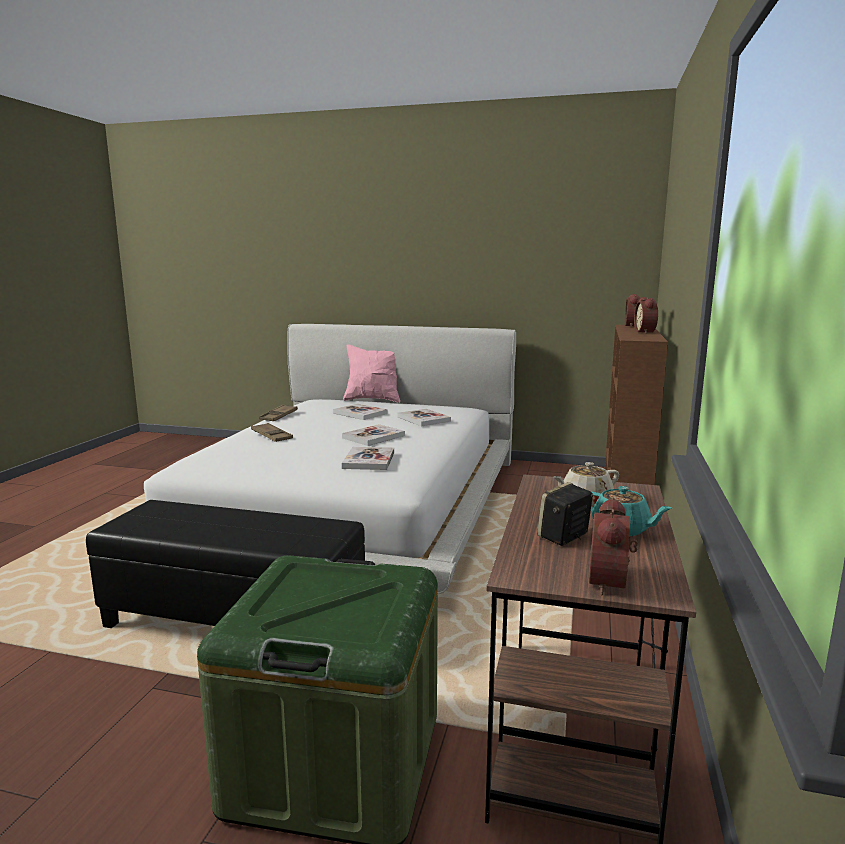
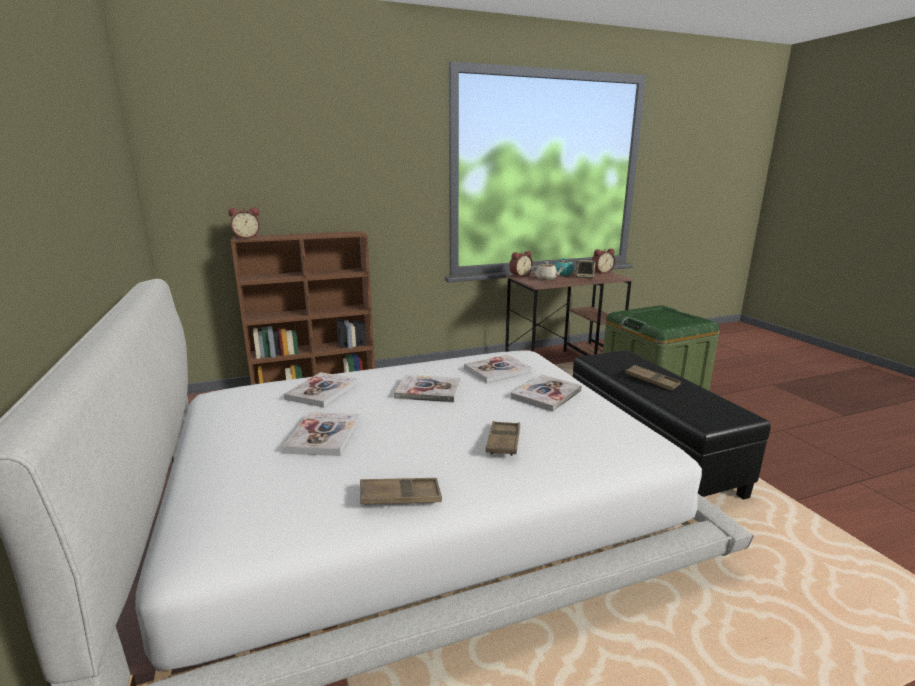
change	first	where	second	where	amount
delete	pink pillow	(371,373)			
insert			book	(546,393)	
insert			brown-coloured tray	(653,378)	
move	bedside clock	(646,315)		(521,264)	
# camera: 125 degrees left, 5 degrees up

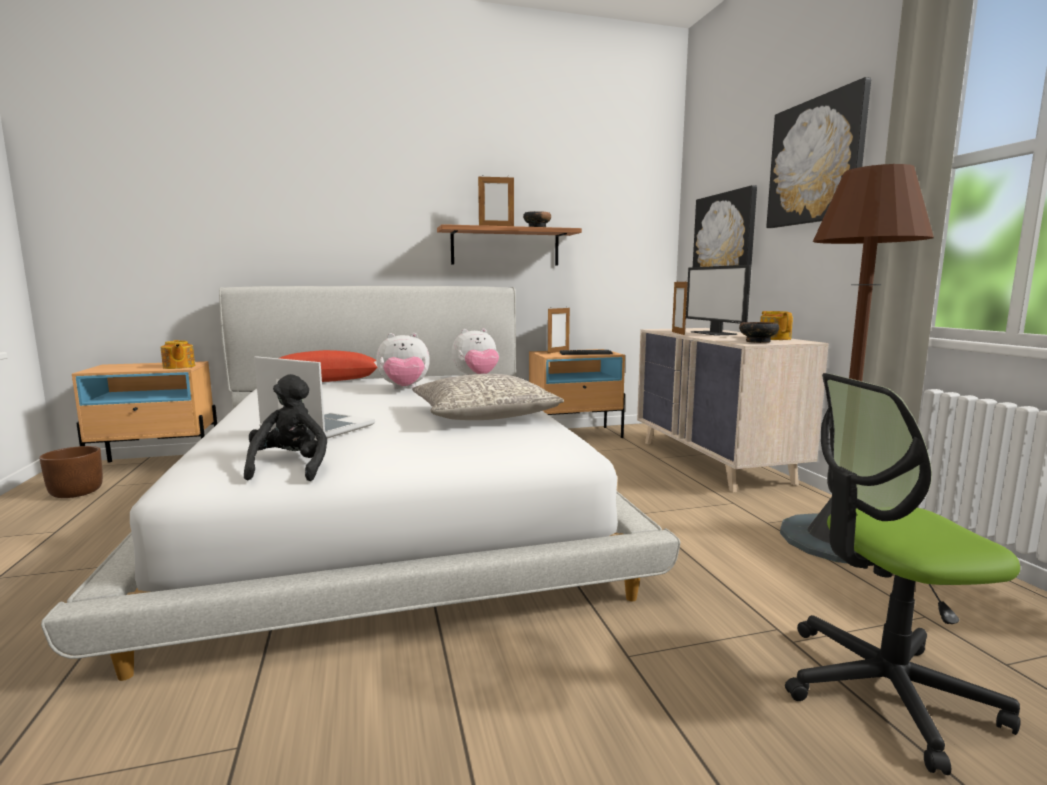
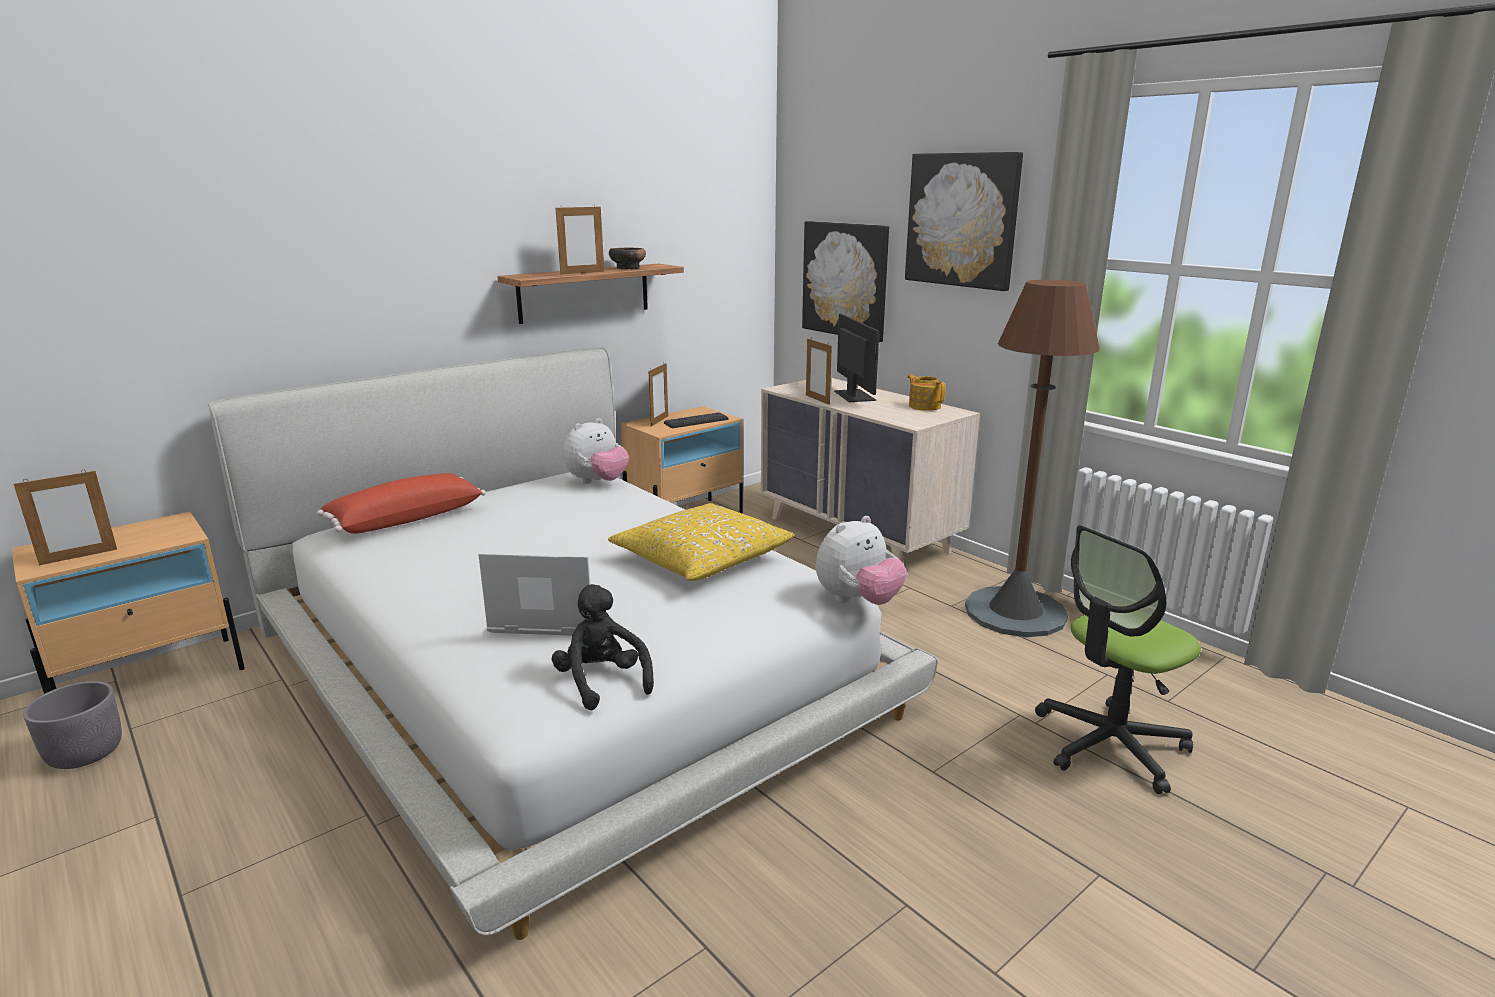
change	first	where	second	where	amount
delete	teapot	(178,354)			
delete	serving bowl	(759,332)			
insert			picture frame	(65,517)	
move	plush toy	(403,361)		(861,560)	
recolor	brown-coloured planter	(71,472)	greyish planter	(72,725)	
recolor	greyish pillow	(488,397)	yellowish pillow	(701,542)	
rotate	computer display	(718,300)		(856,358)	150 degrees counterclockwise
# camera: 25 degrees left, 10 degrees up

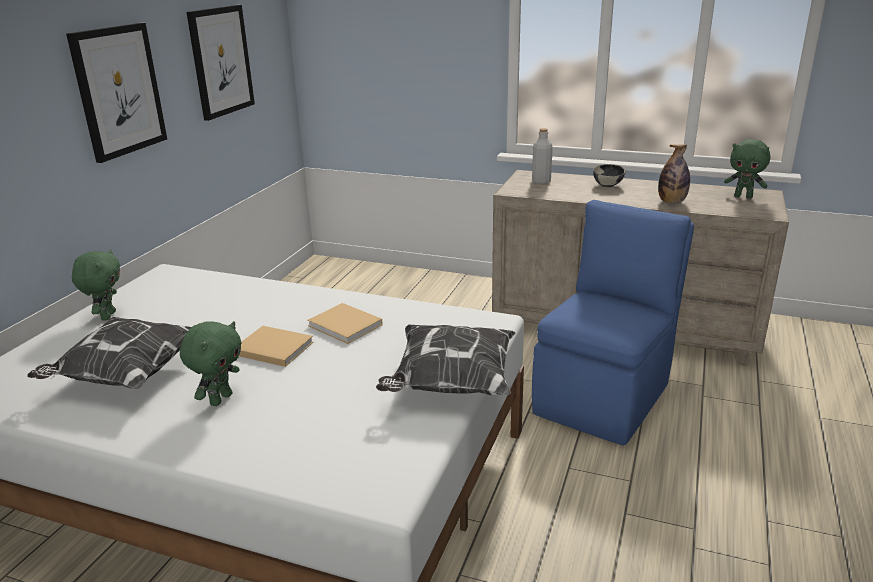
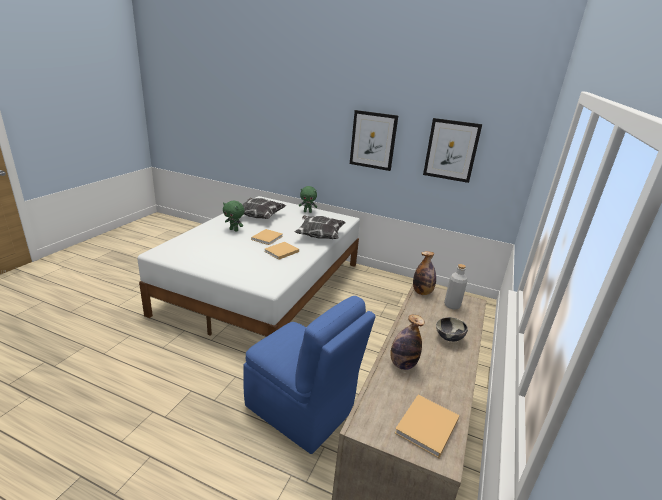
change	first	where	second	where	amount
insert			beverage bottle	(424,273)	
move	pillow	(445,360)		(320,227)	
replace	green plush toy	(747,169)	sand-coloured book	(427,426)	
# camera: 90 degrees right, 0 degrees up

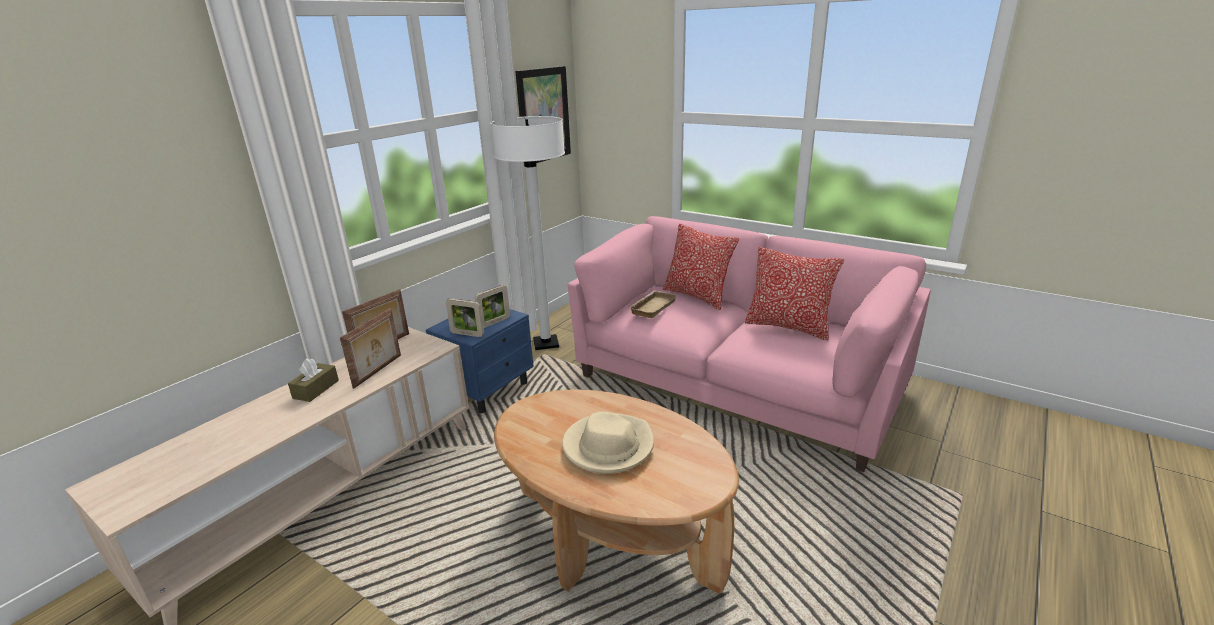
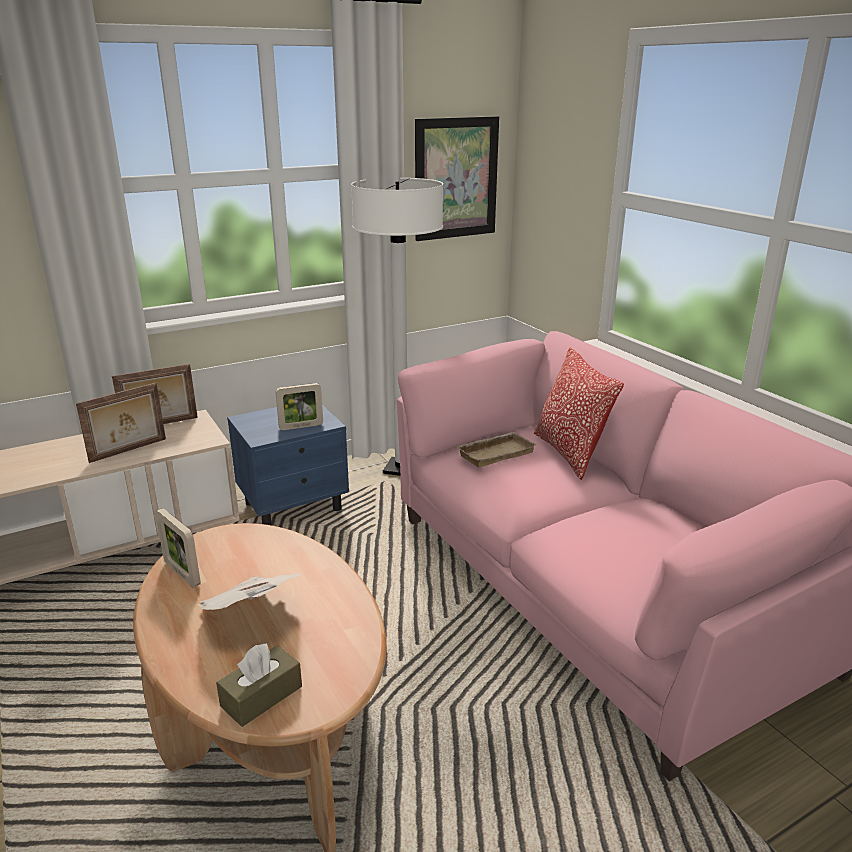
change	first	where	second	where	amount
delete	pillow	(794,294)			
move	brown-coloured box of tissues	(313,380)		(259,685)	
move	picture frame	(465,317)		(178,548)	
replace	sand-coloured hat	(608,443)	daily paper	(250,591)	
# camera: 25 degrees right, 0 degrees up

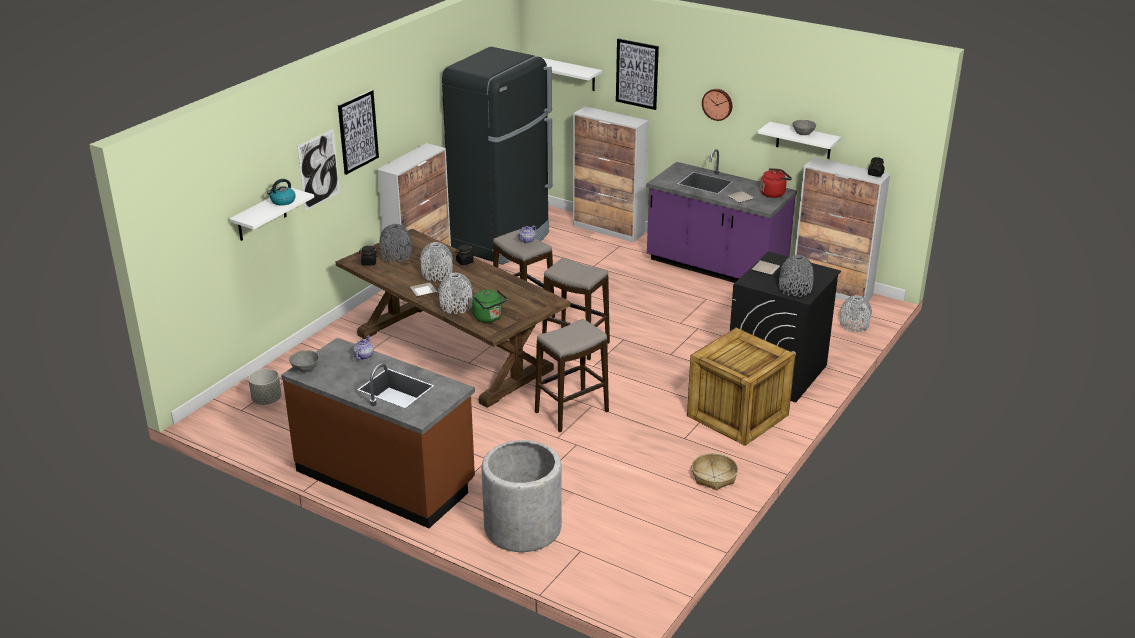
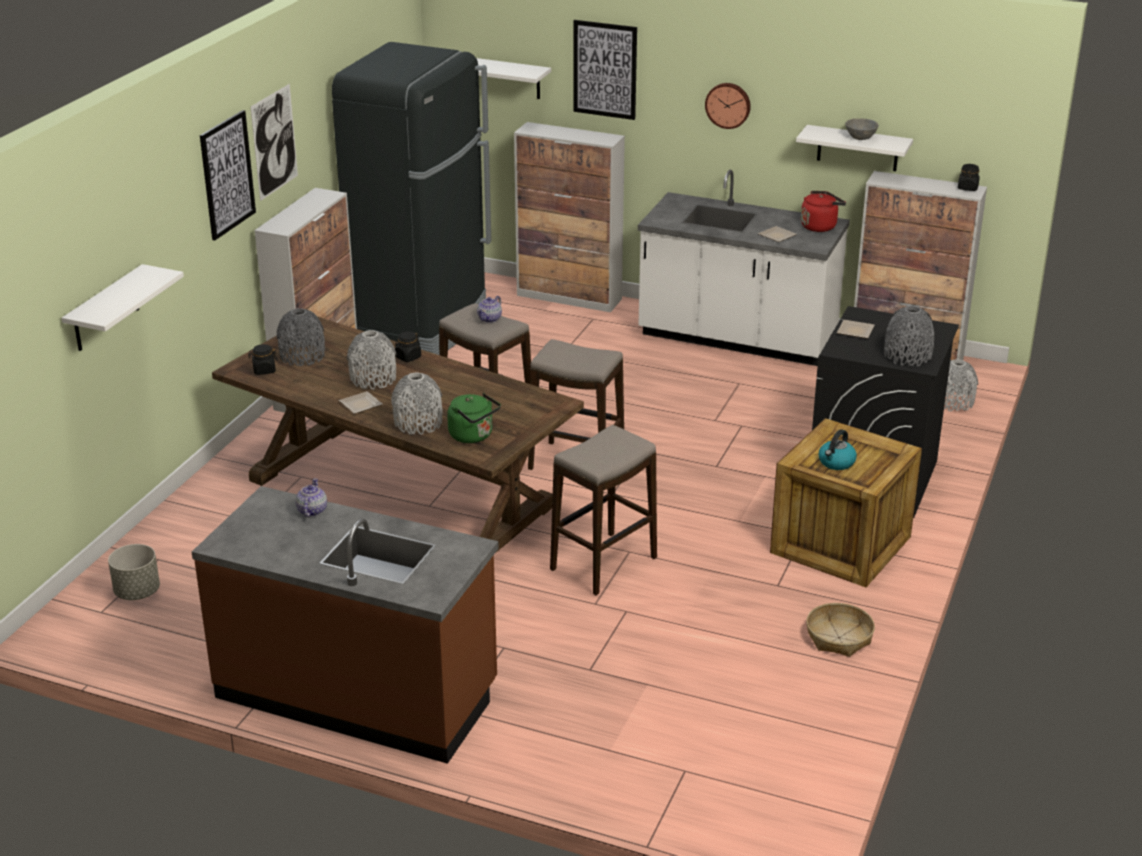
change	first	where	second	where	amount
delete	greyish serving bowl	(304,361)			
delete	greyish planter	(522,496)			
move	water kettle	(281,192)		(837,449)	
move	wall art	(318,170)		(274,142)	
recolor	purple counter	(722,216)	white counter	(744,268)	
# camera: 10 degrees left, 0 degrees up

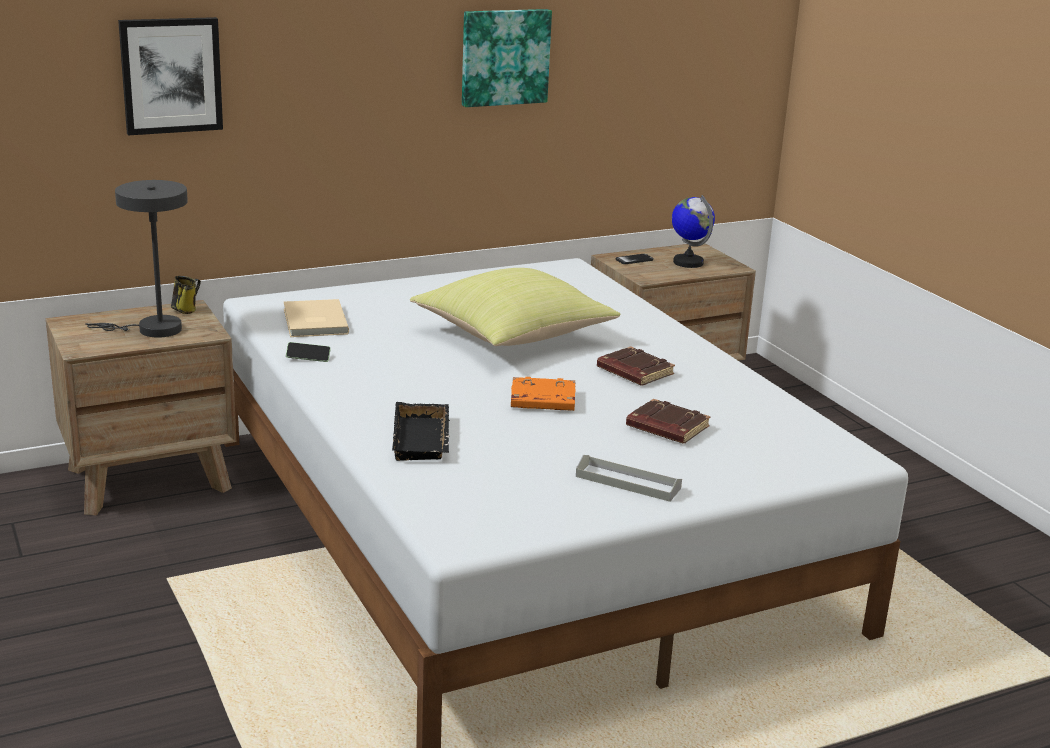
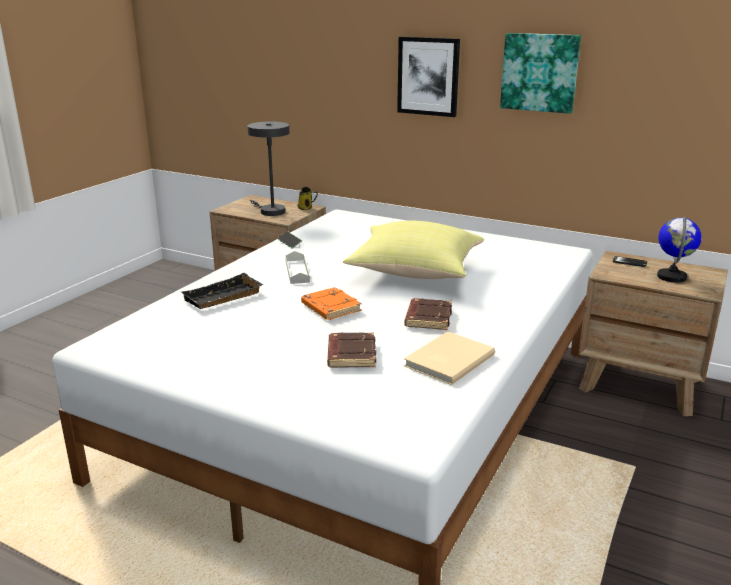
change	first	where	second	where	amount
move	wall art	(170,76)		(428,77)	
move	sand-coloured book	(316,318)		(449,358)	
move	greyish tray	(629,478)		(297,267)	
# camera: 55 degrees right, 0 degrees up

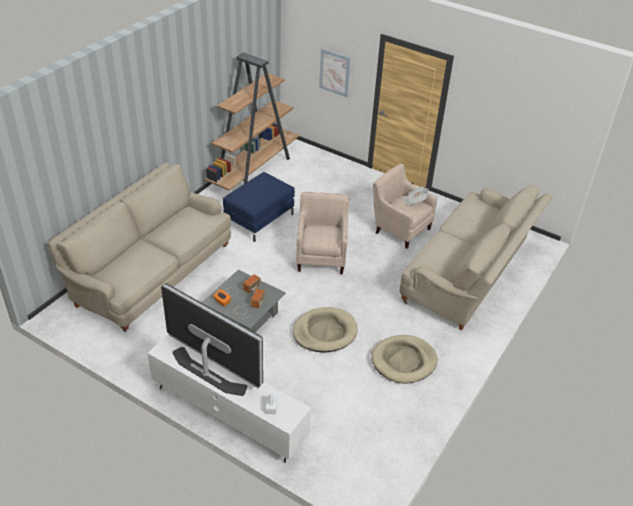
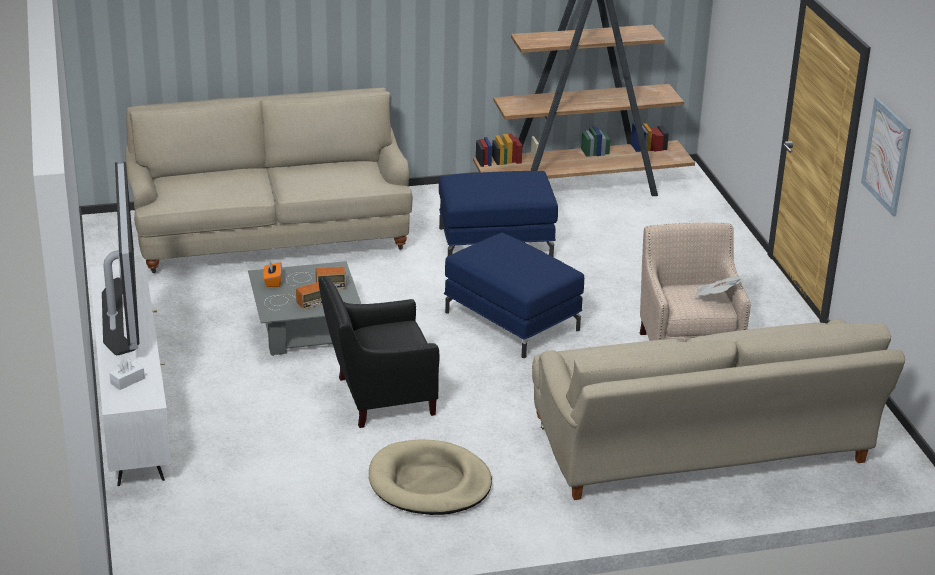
change	first	where	second	where	amount
move	wall art	(335,73)		(886,156)	
replace	sand-coloured dog cushion	(325,330)	black lounge chair	(379,352)	
replace	sand-coloured lounge chair	(322,233)	bluish ottoman	(514,295)	
# camera: 45 degrees right, 10 degrees down

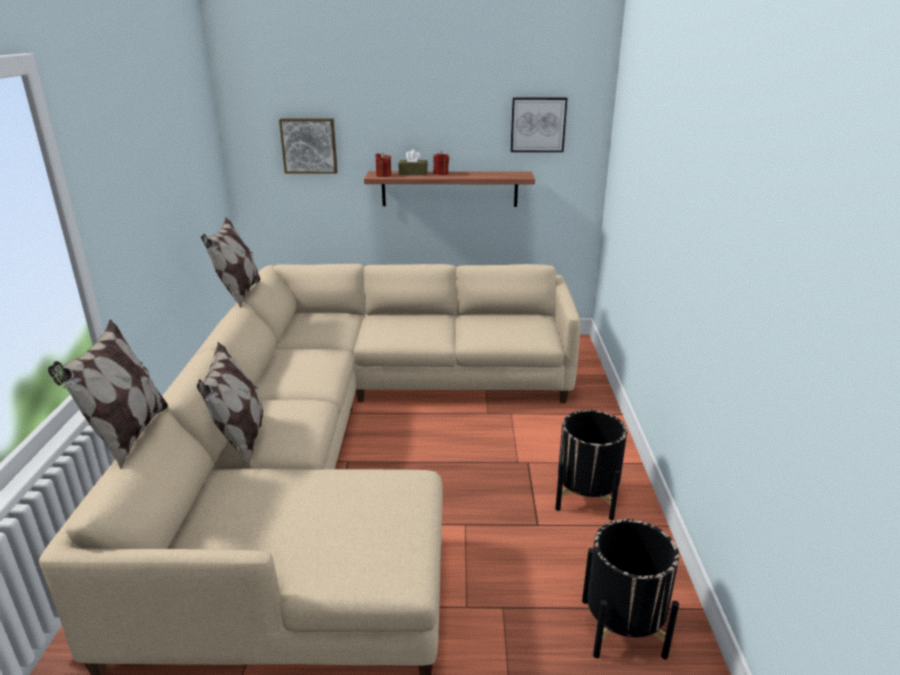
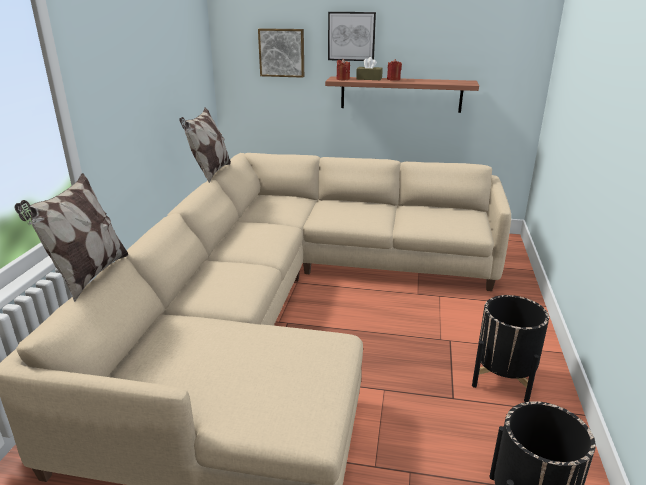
change	first	where	second	where	amount
delete	pillow	(230,404)			
move	wall art	(539,125)		(352,36)	
# camera: 10 degrees right, 0 degrees up

